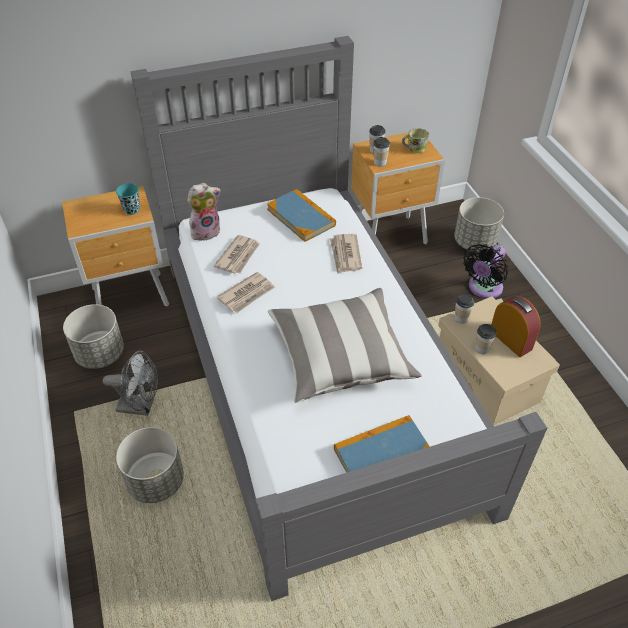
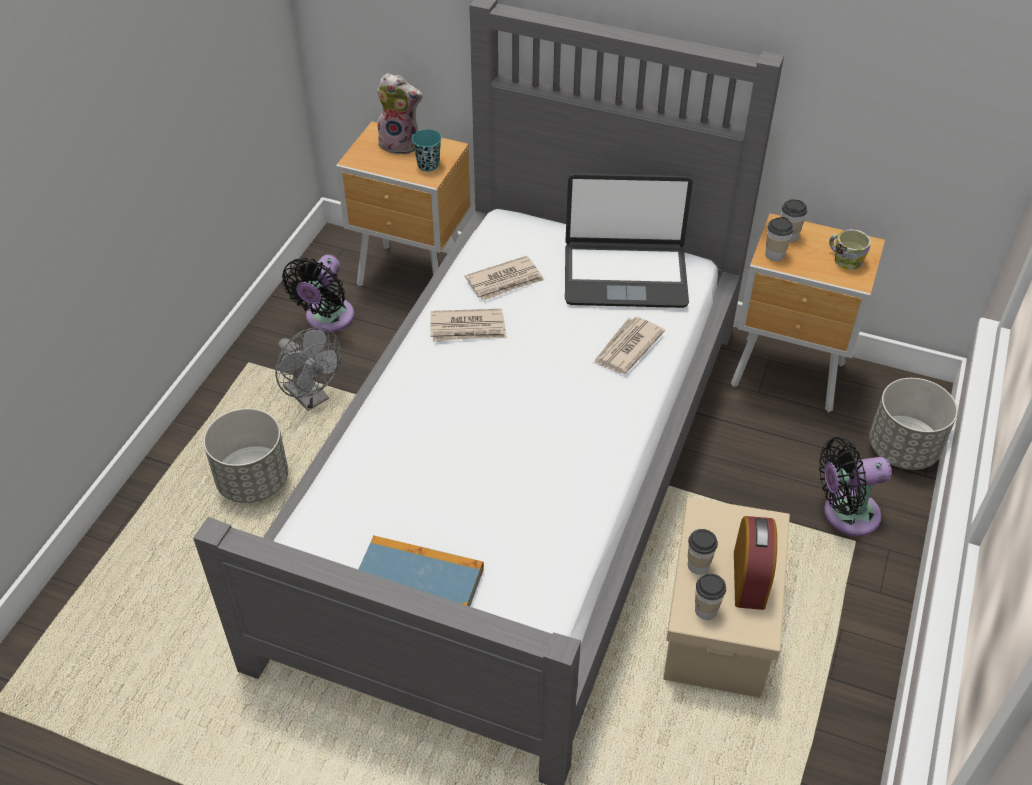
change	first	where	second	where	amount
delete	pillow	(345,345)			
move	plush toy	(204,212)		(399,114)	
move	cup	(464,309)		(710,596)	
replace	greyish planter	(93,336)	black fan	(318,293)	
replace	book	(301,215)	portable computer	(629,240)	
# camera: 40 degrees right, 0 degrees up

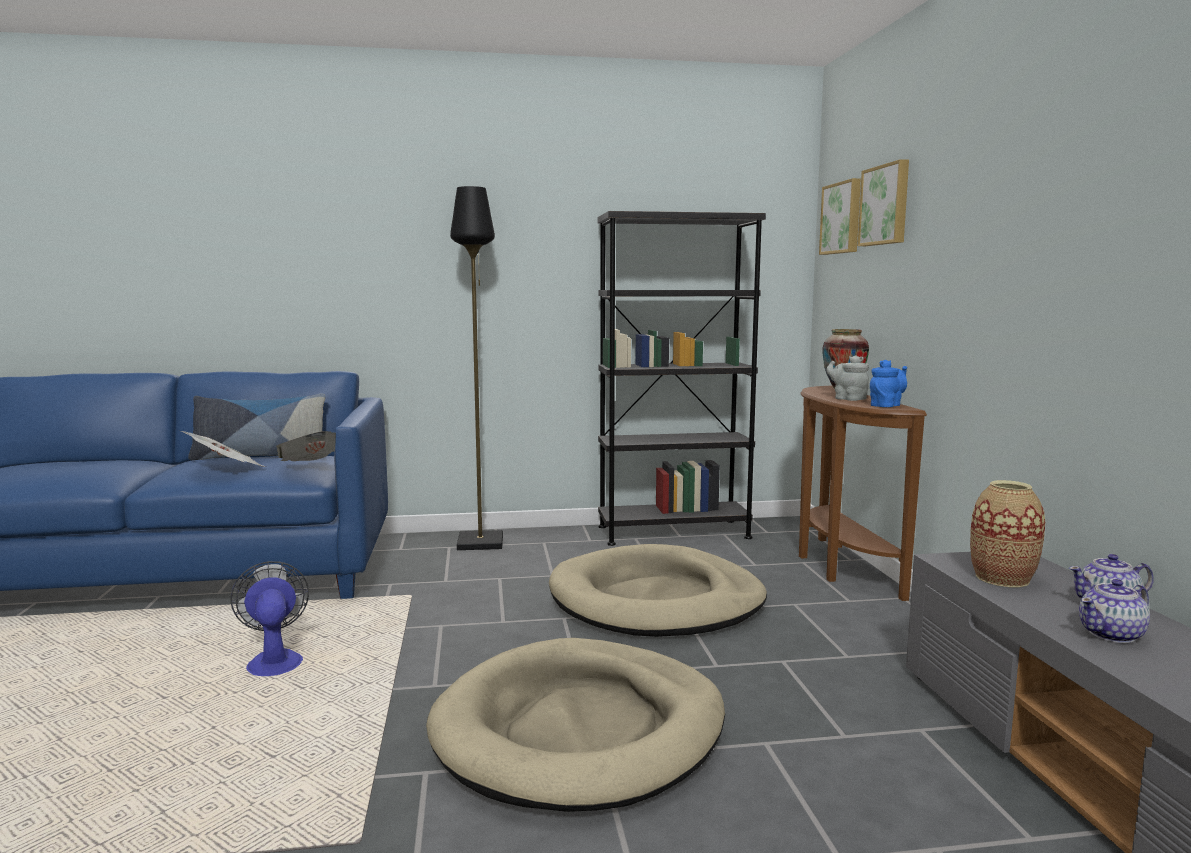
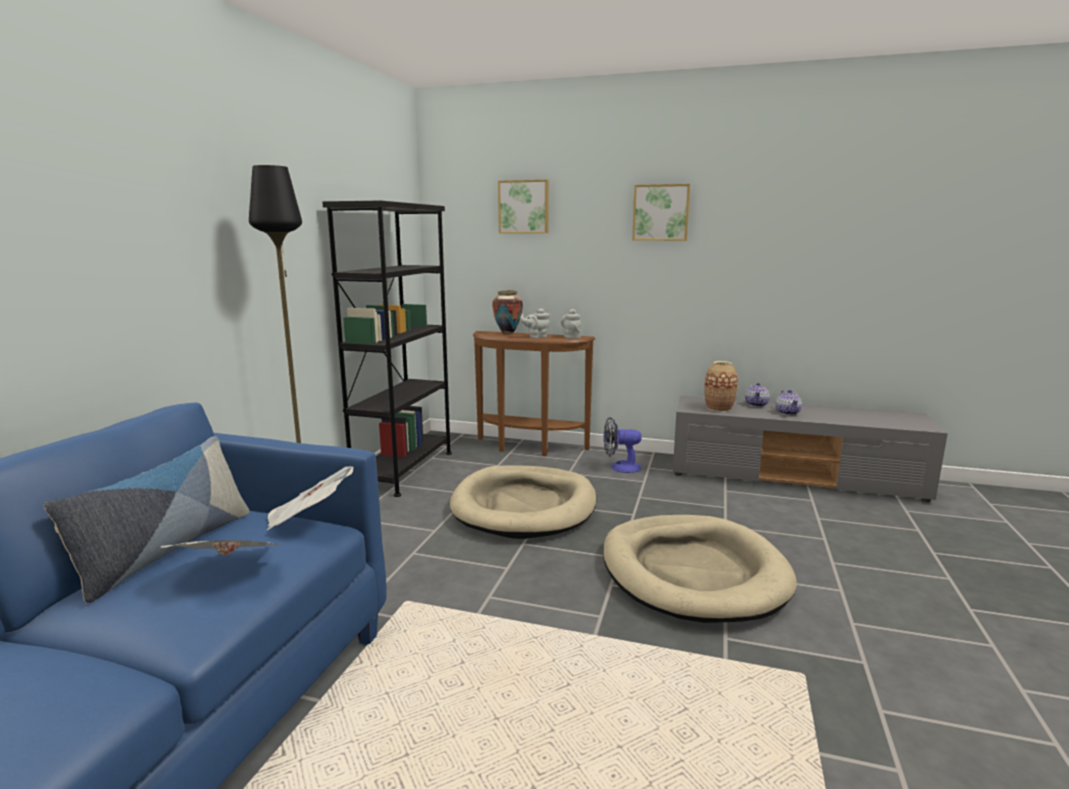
change	first	where	second	where	amount
move	fan	(269,618)		(623,445)	
move	wall art	(840,216)		(661,212)	
recolor	bluish teapot	(888,383)	greyish teapot	(571,324)	
# camera: 65 degrees left, 5 degrees up

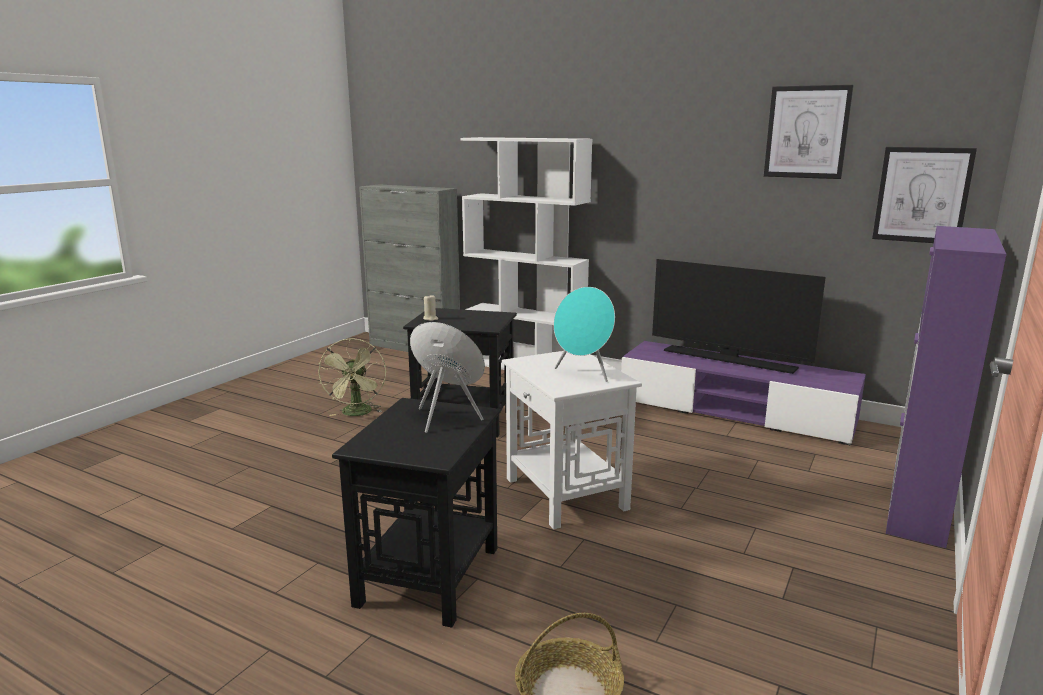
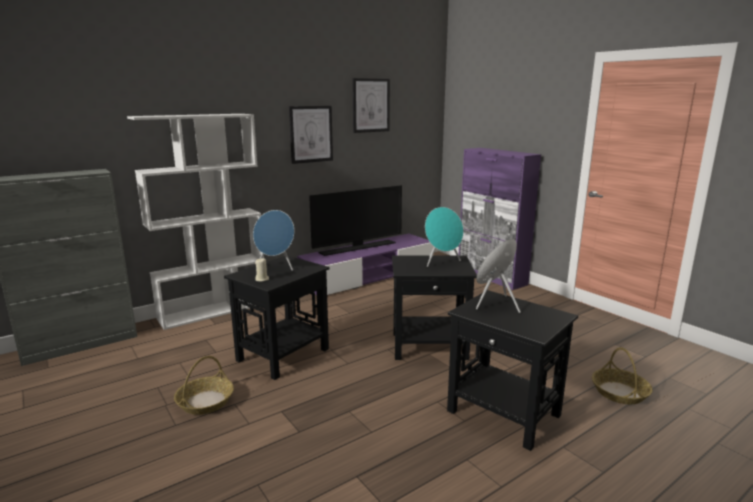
change	first	where	second	where	amount
insert			bluish loudspeaker	(273,240)	
move	wall art	(924,195)		(311,135)	
replace	green fan	(352,377)	household basket	(204,385)	
recolor	white end table	(572,440)	black end table	(434,307)	
# camera: 65 degrees left, 0 degrees up

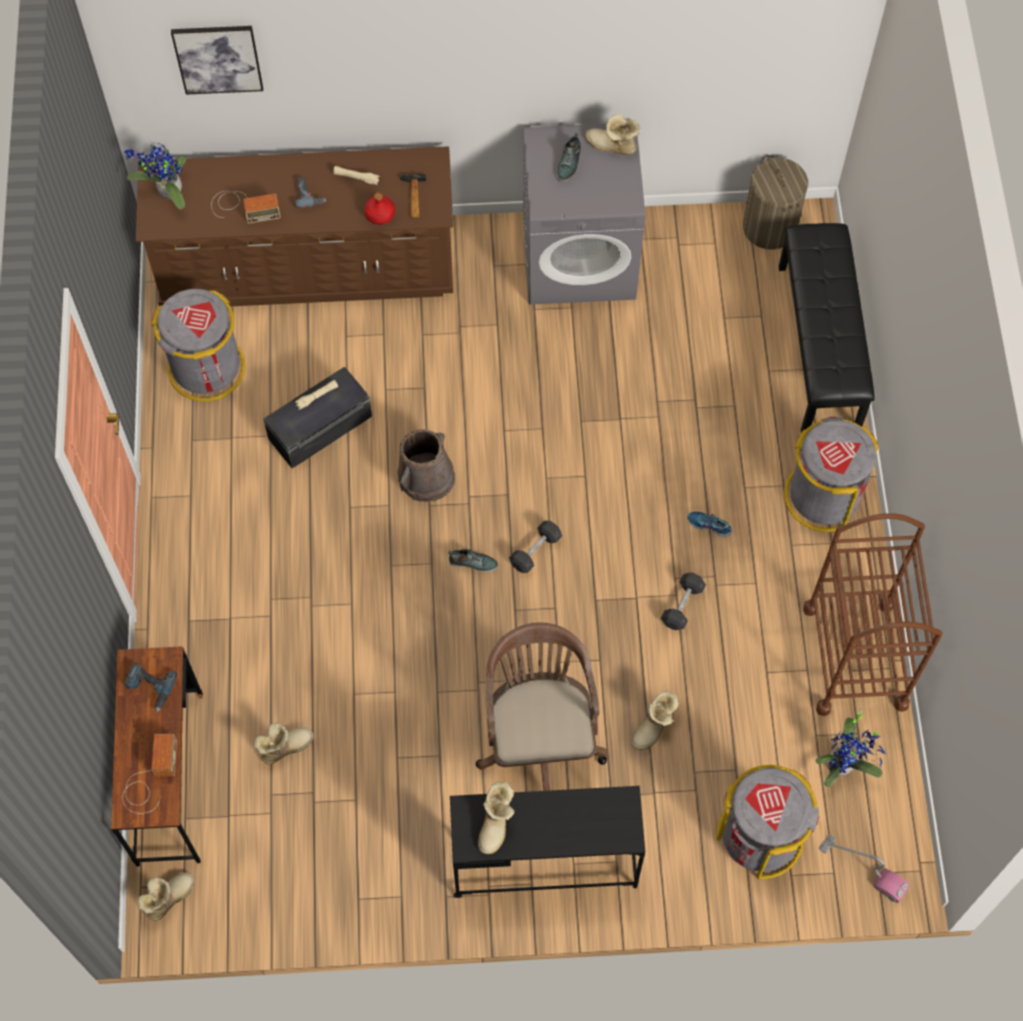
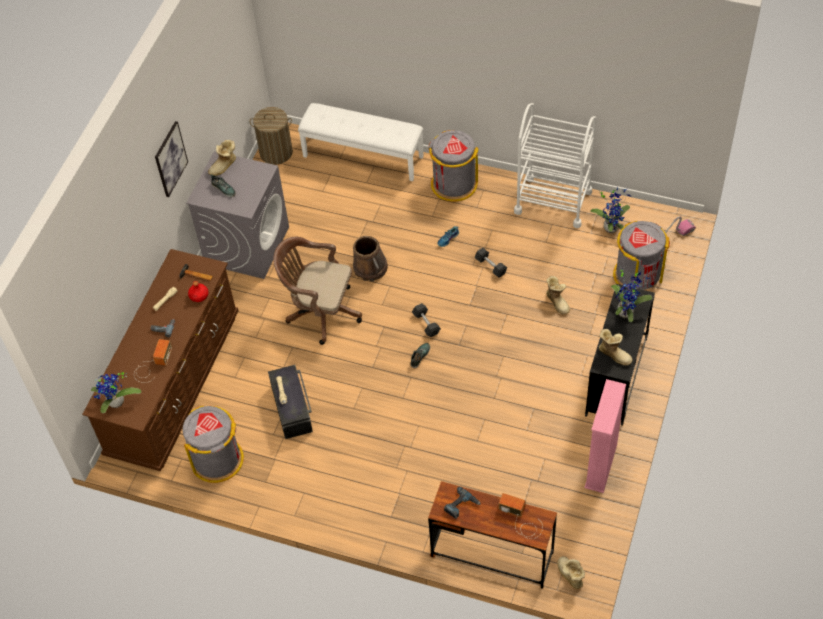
change	first	where	second	where	amount
delete	tall boot	(284,744)			
insert			pink bookcase	(605,436)	
insert			houseplant	(631,294)	
move	wall art	(217,60)		(171,159)	
move	brown-coloured pail	(426,465)		(370,259)	
move	brown-coloured office chair	(542,706)		(317,291)	
recolor	black bench	(827,328)	white bench	(360,142)	
recolor	brown-coloured wheeled cart	(872,614)	white wheeled cart	(555,165)	
# camera: 65 degrees left, 10 degrees down

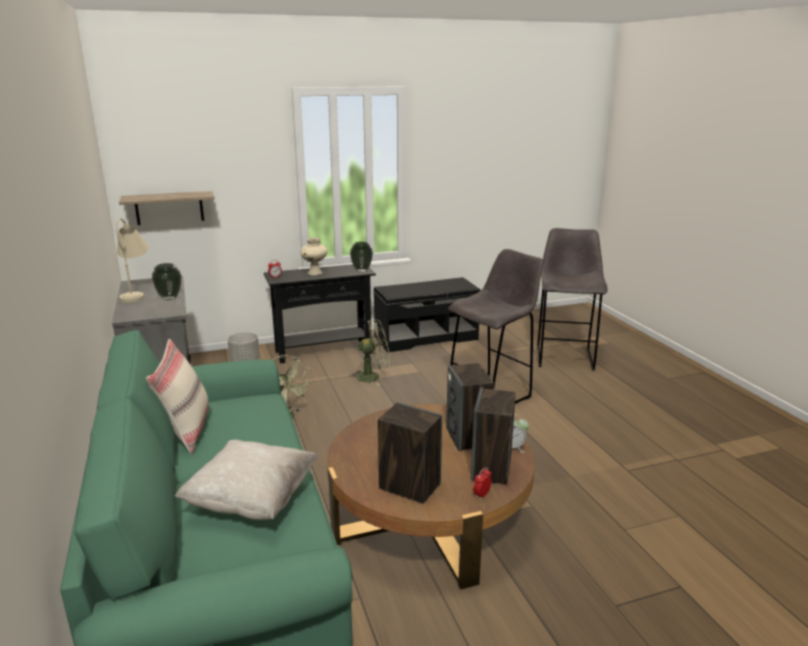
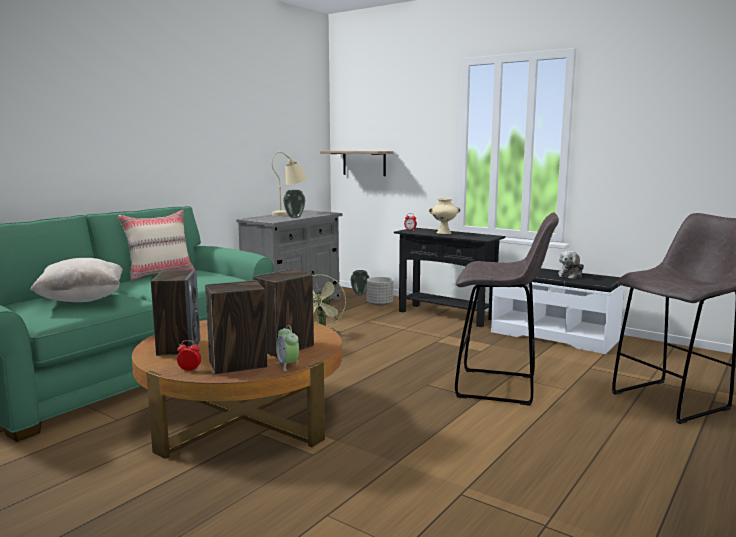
change	first	where	second	where	amount
delete	green fan	(369,352)			
insert			plush toy	(571,265)	
move	flower vase	(361,257)		(359,283)	
recolor	black bench	(427,315)	white bench	(557,311)	
# camera: 55 degrees right, 10 degrees down

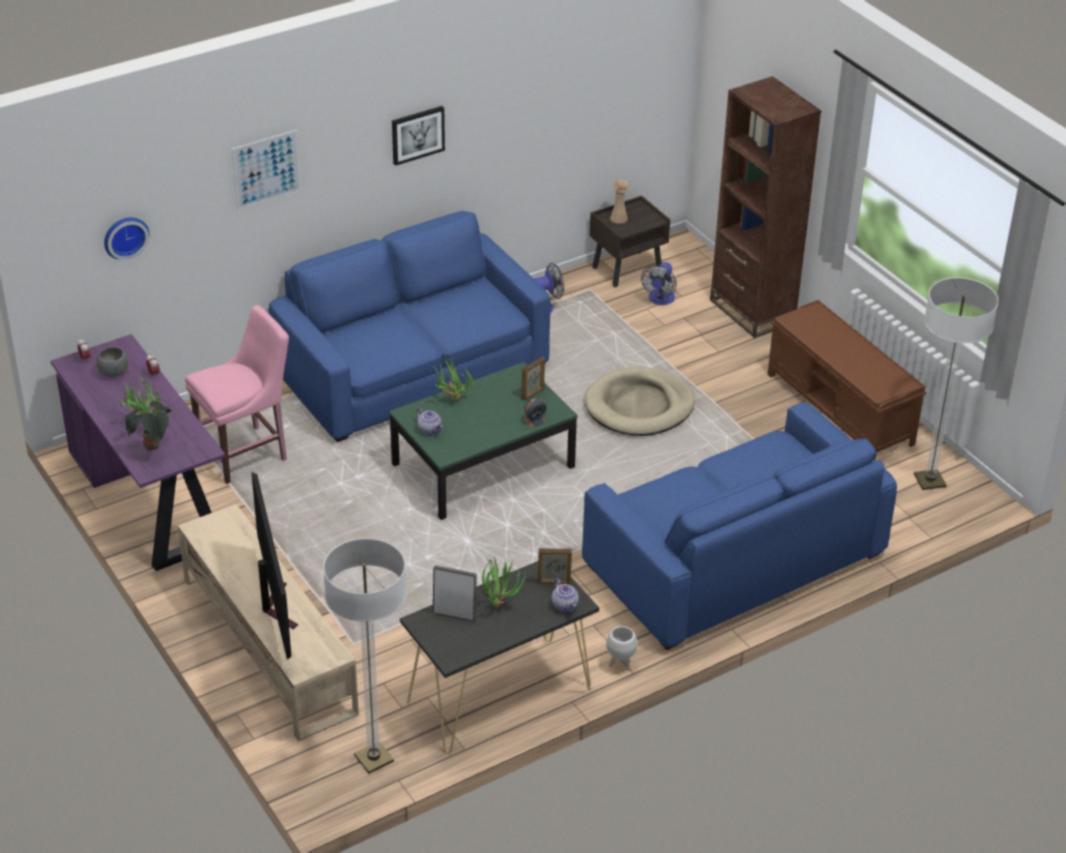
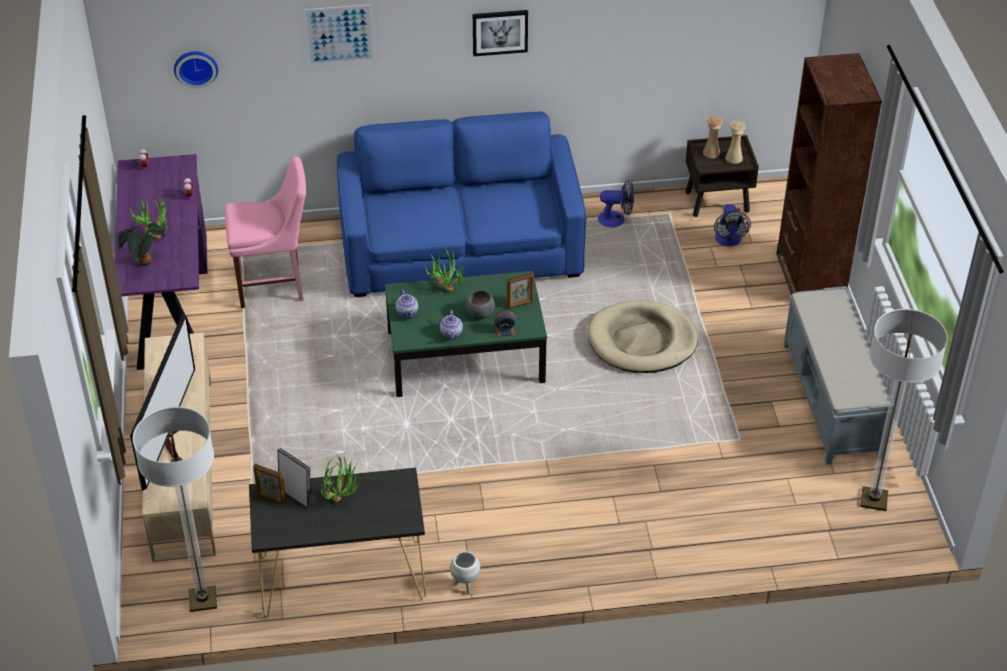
change	first	where	second	where	amount
delete	bluish settee	(739,526)			
insert			sand-coloured flower vase	(735,142)	
move	greyish serving bowl	(112,362)		(480,304)	
move	picture frame	(555,566)		(269,484)	
move	teapot	(565,595)		(451,325)	
recolor	brown-coloured bench	(847,380)	greyish bench	(837,375)	
rotate	fan	(659,283)		(732,225)	45 degrees counterclockwise
# camera: 25 degrees right, 5 degrees up

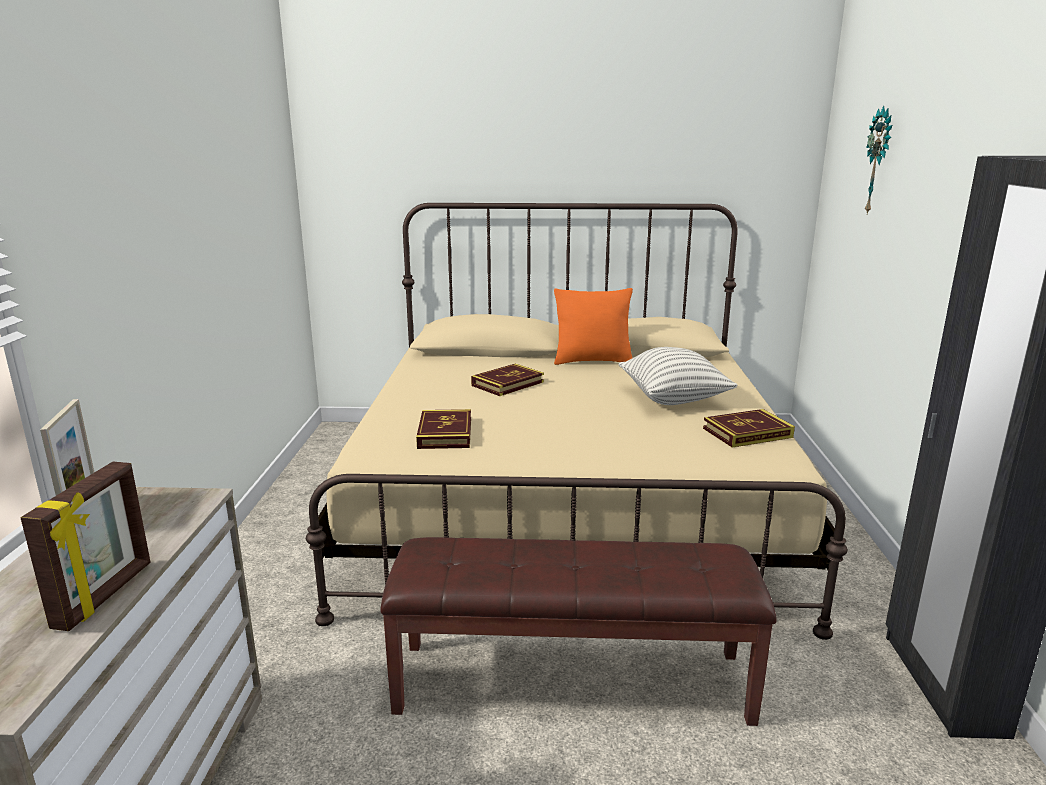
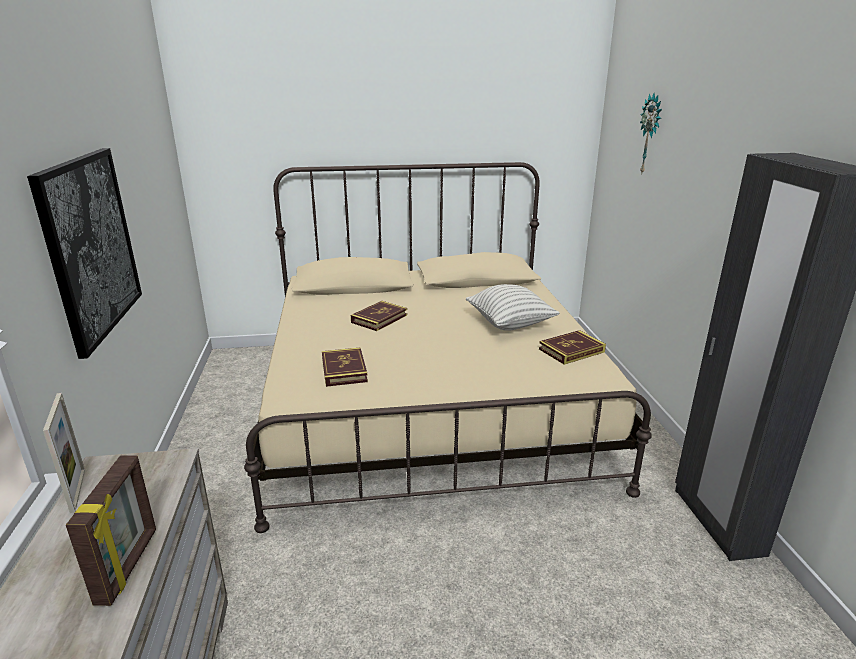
change	first	where	second	where	amount
delete	brown-coloured bench	(578,631)			
delete	orange-coloured pillow	(593,326)			
insert			wall art	(84,253)	
# camera: 10 degrees left, 5 degrees up

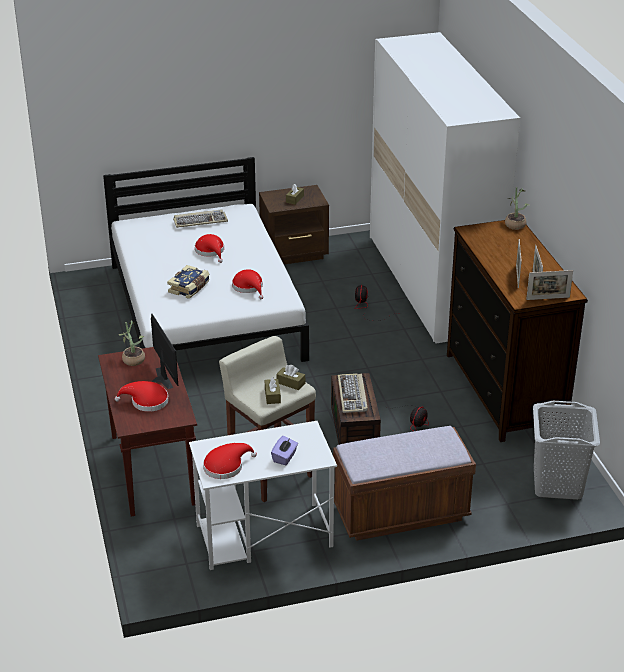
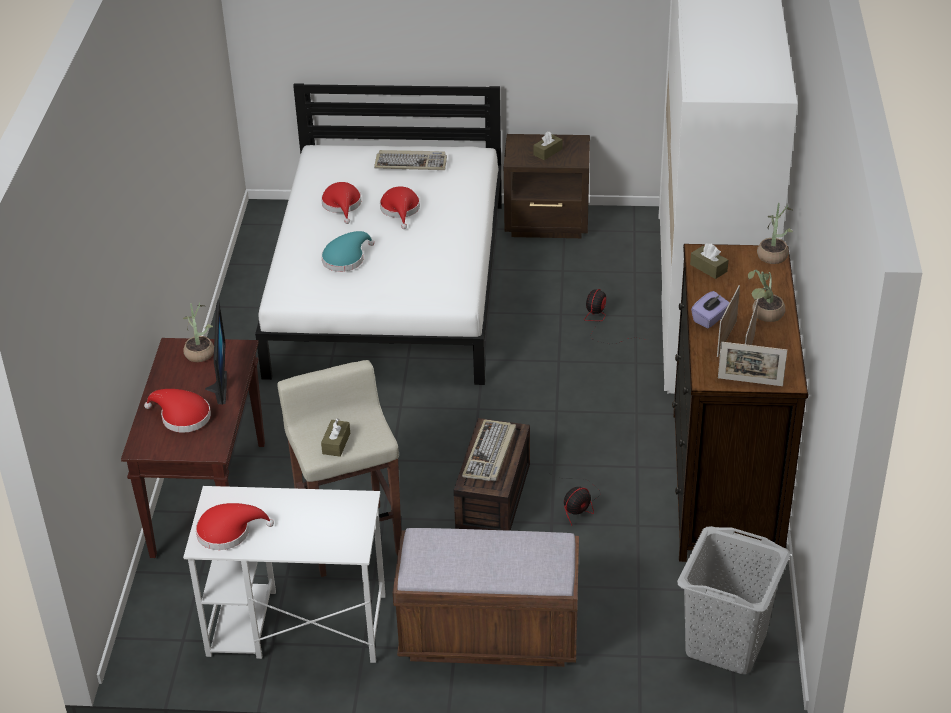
change	first	where	second	where	amount
insert			houseplant	(767,296)	
move	reddish hat	(247,284)		(341,203)	
move	purple box of tissues	(284,450)		(710,309)	
move	brown-coloured box of tissues	(290,377)		(709,261)	
replace	book	(188,282)	turquoise-coloured hat	(348,251)	
# camera: 20 degrees right, 5 degrees up

